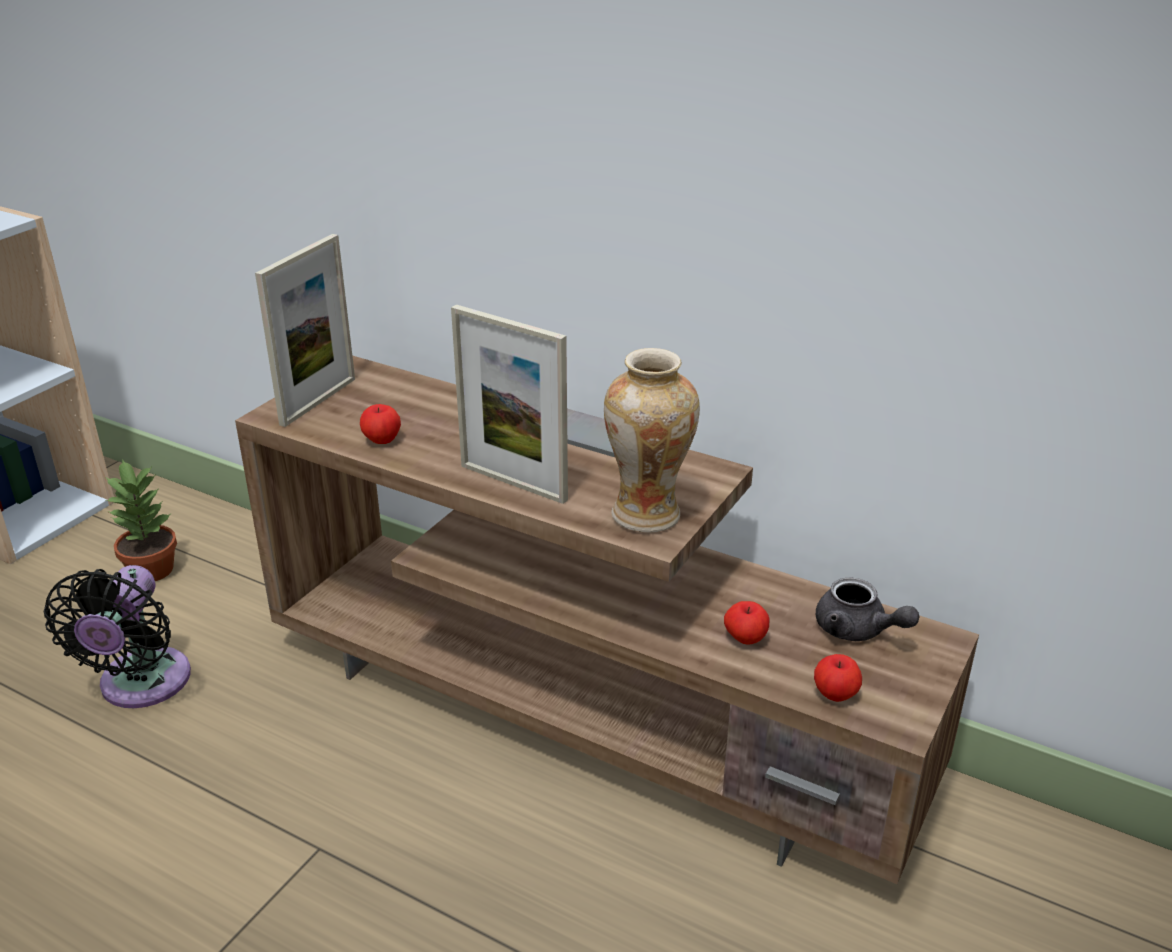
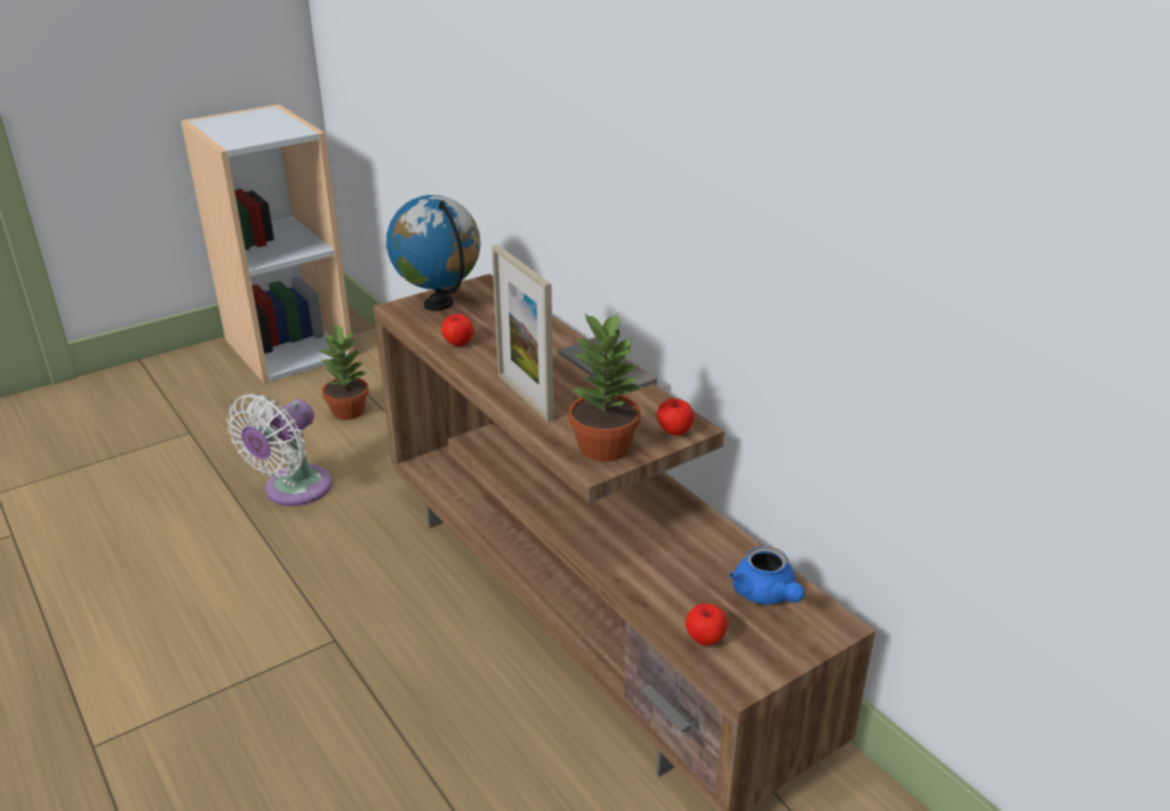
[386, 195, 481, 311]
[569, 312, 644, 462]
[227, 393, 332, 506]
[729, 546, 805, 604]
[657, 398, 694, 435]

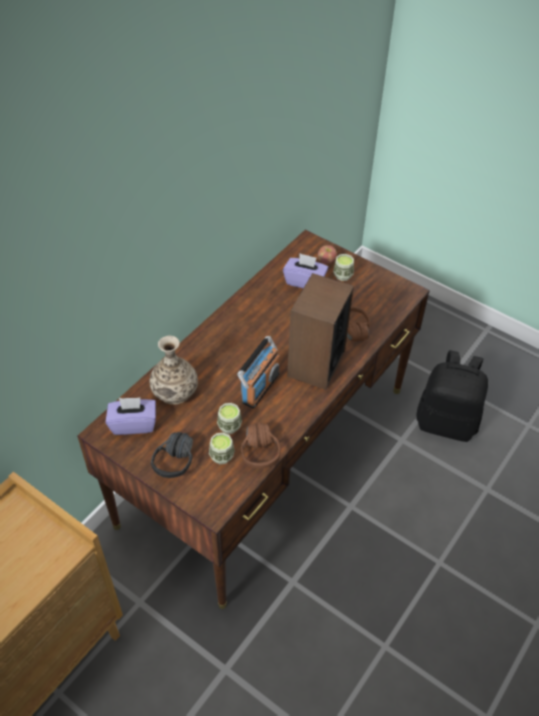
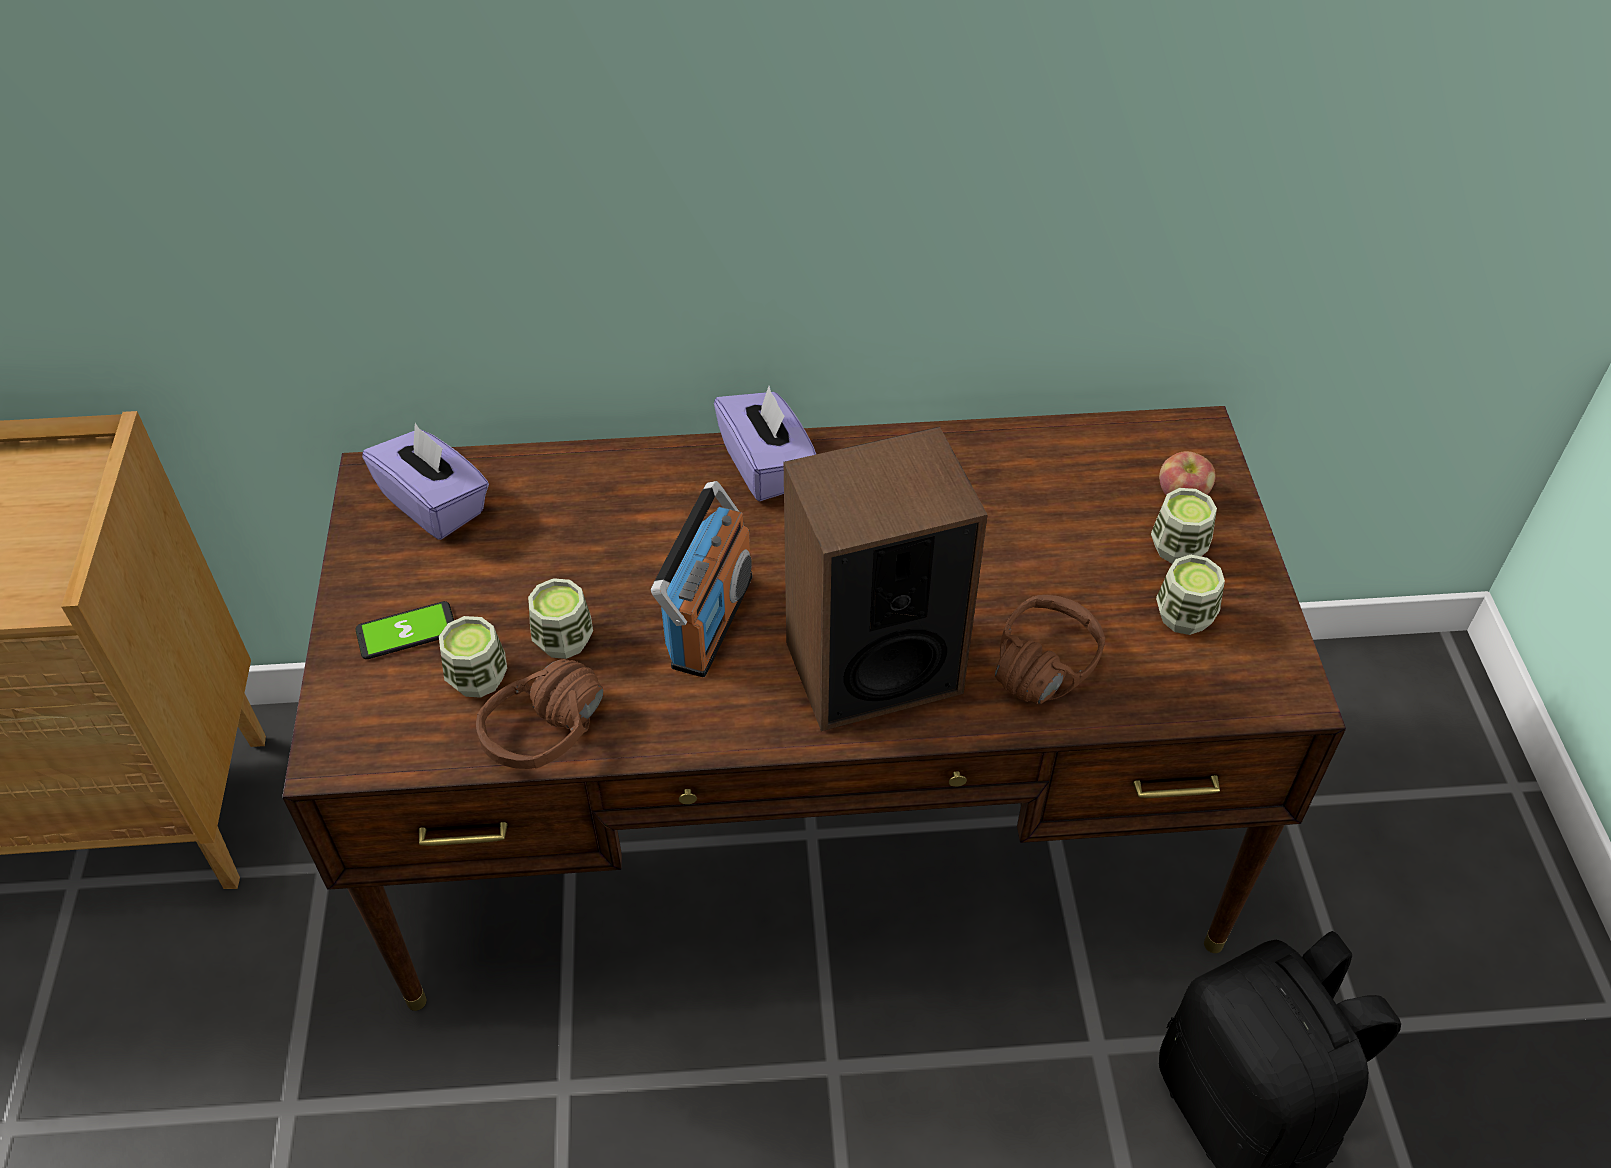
[714, 386, 816, 501]
[150, 336, 198, 405] (first image)
[651, 481, 752, 677]
[356, 601, 454, 659]
[1156, 555, 1225, 635]

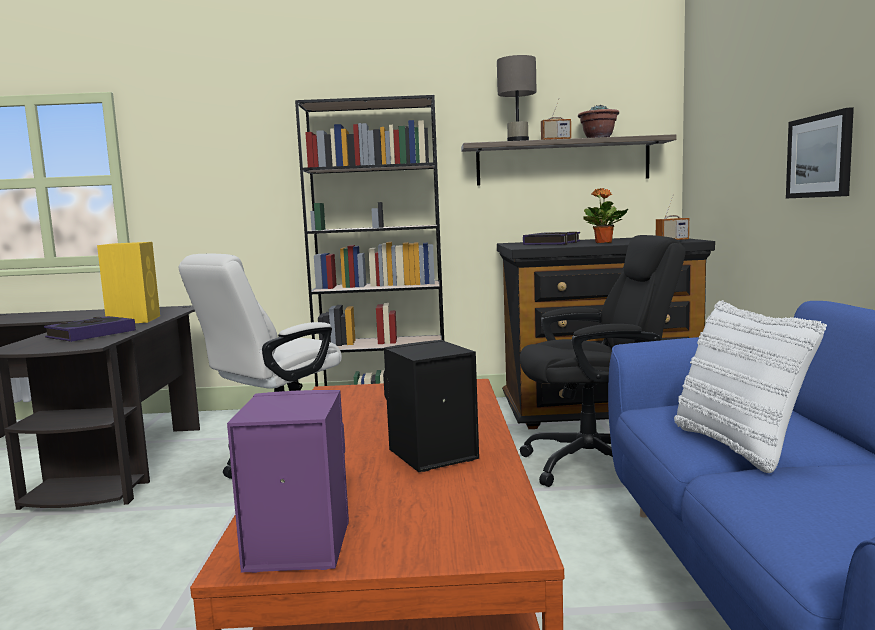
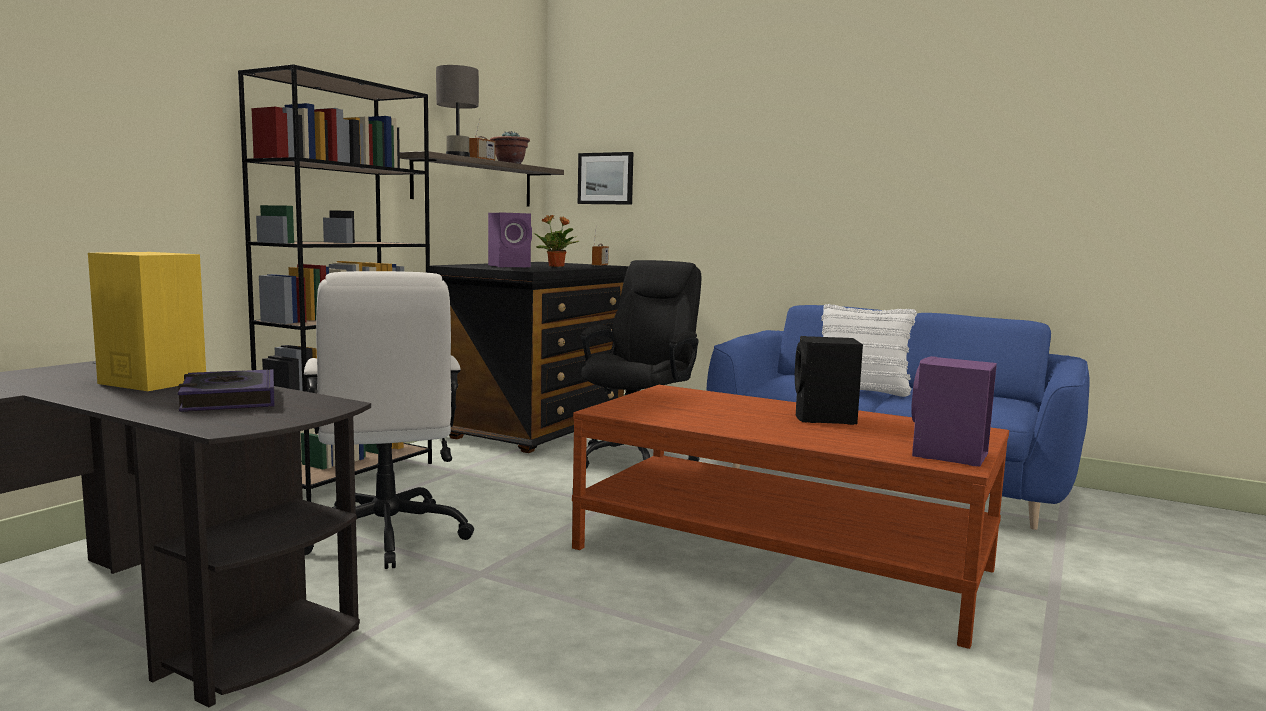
[578, 152, 633, 205]
[488, 212, 532, 267]

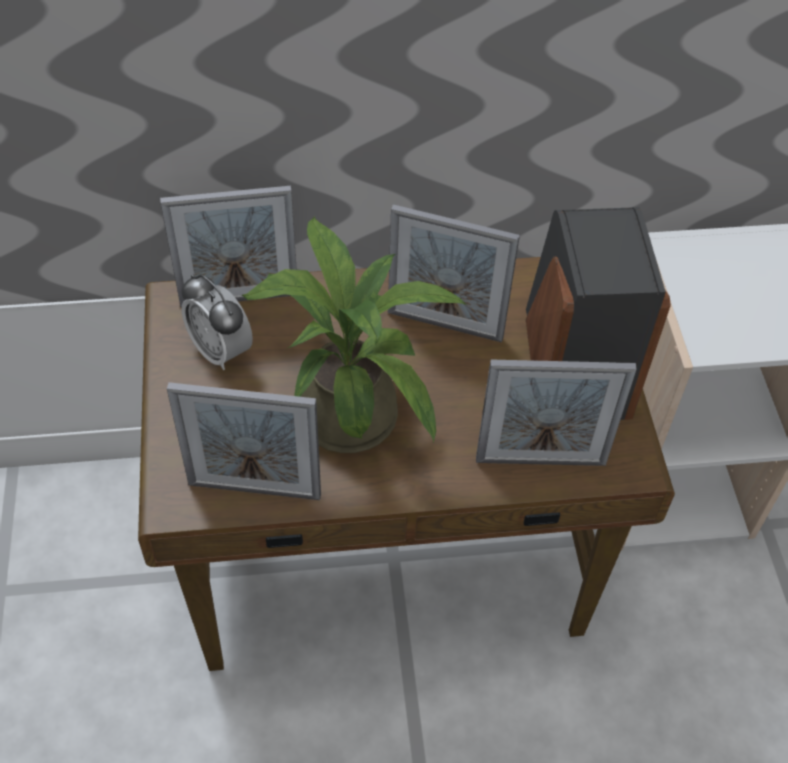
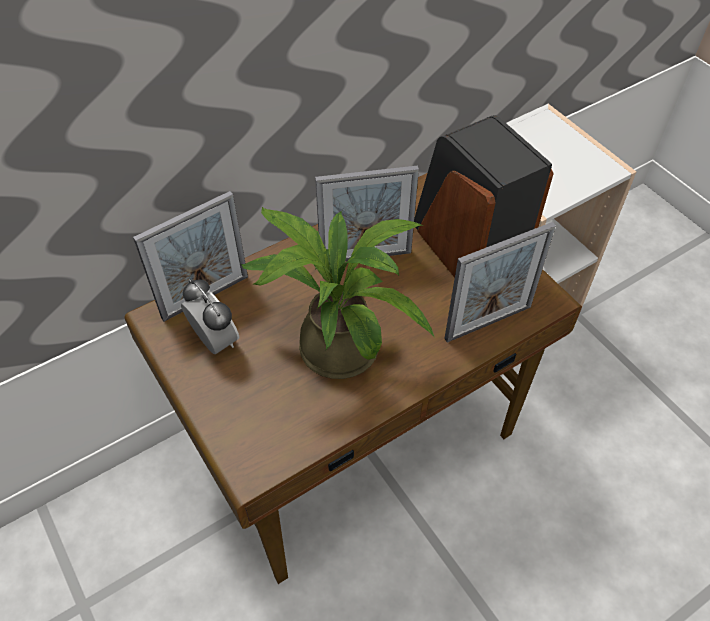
[181, 279, 239, 354]
[167, 382, 321, 500] (first image)

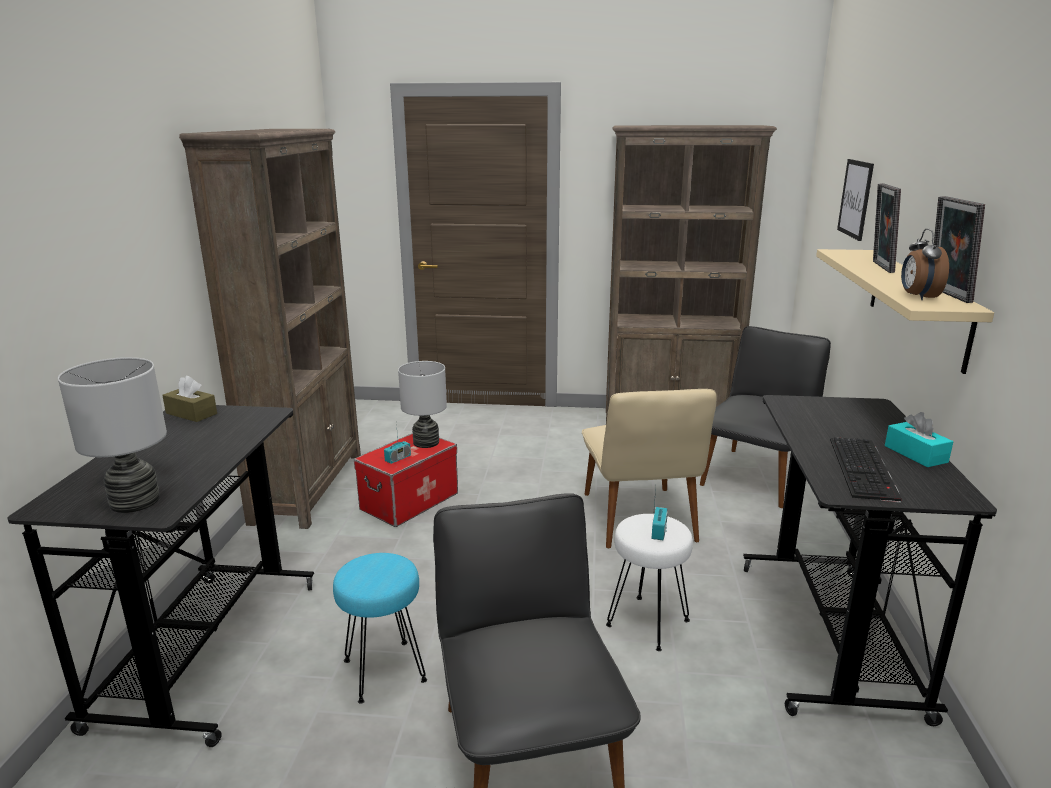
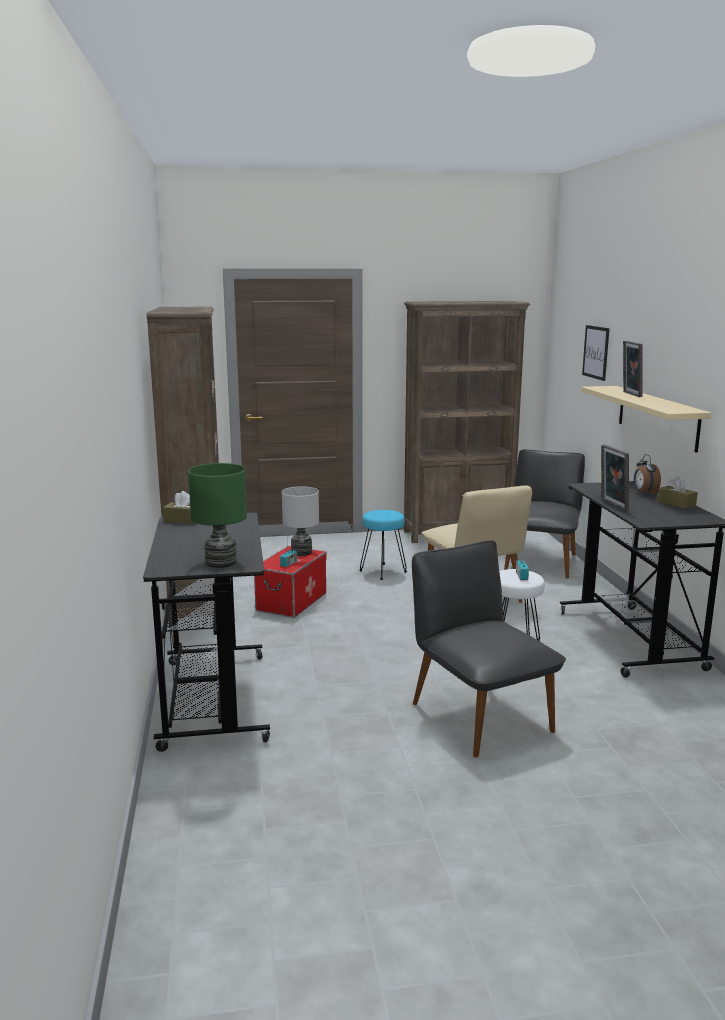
[601, 445, 629, 511]
[634, 454, 661, 495]
[188, 463, 247, 568]
[657, 477, 698, 509]
[830, 437, 902, 503] (first image)
[359, 510, 407, 580]

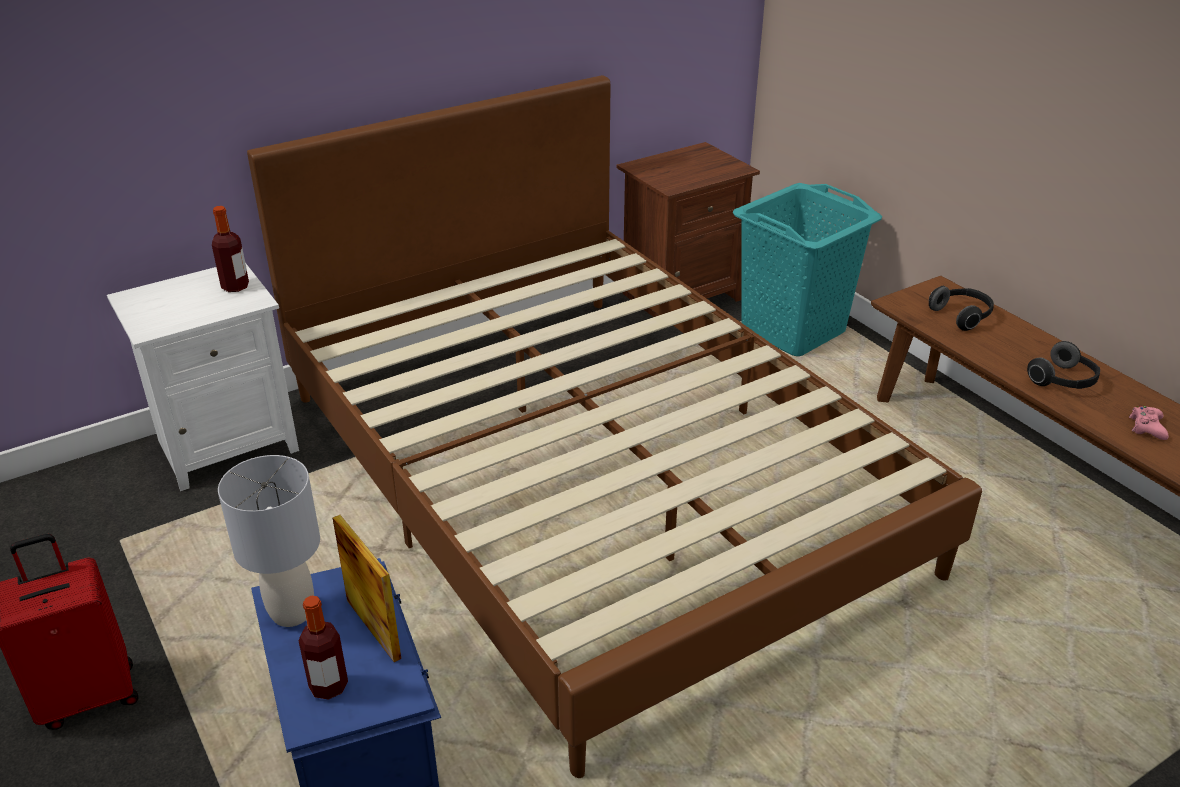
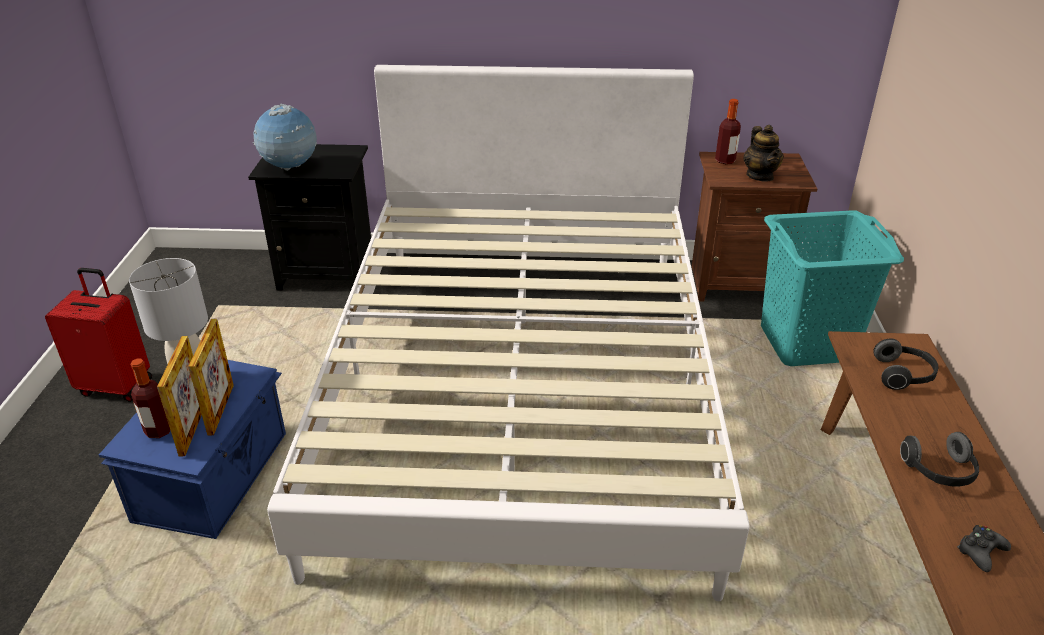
[267, 65, 750, 601]
[715, 99, 741, 164]
[248, 144, 371, 291]
[957, 525, 1011, 572]
[253, 104, 317, 171]
[743, 125, 784, 182]
[157, 336, 202, 456]

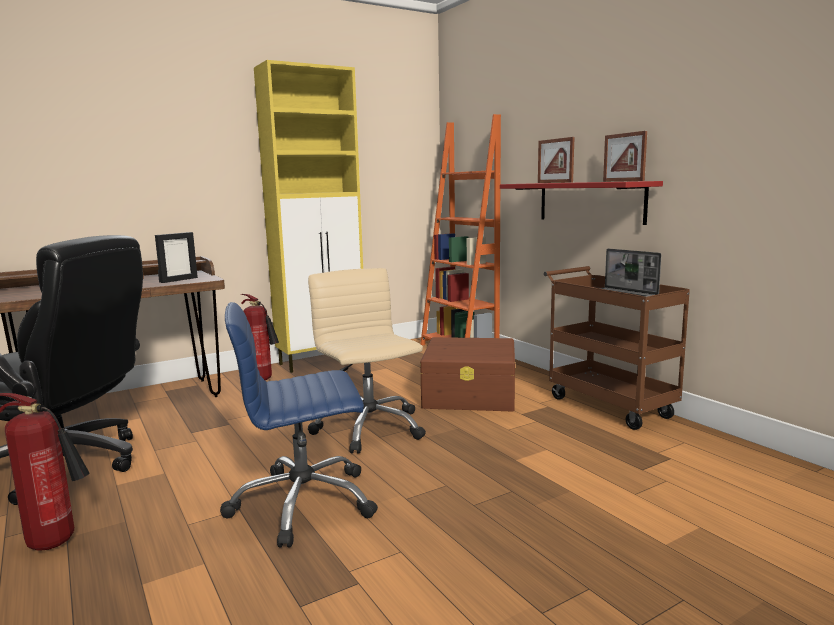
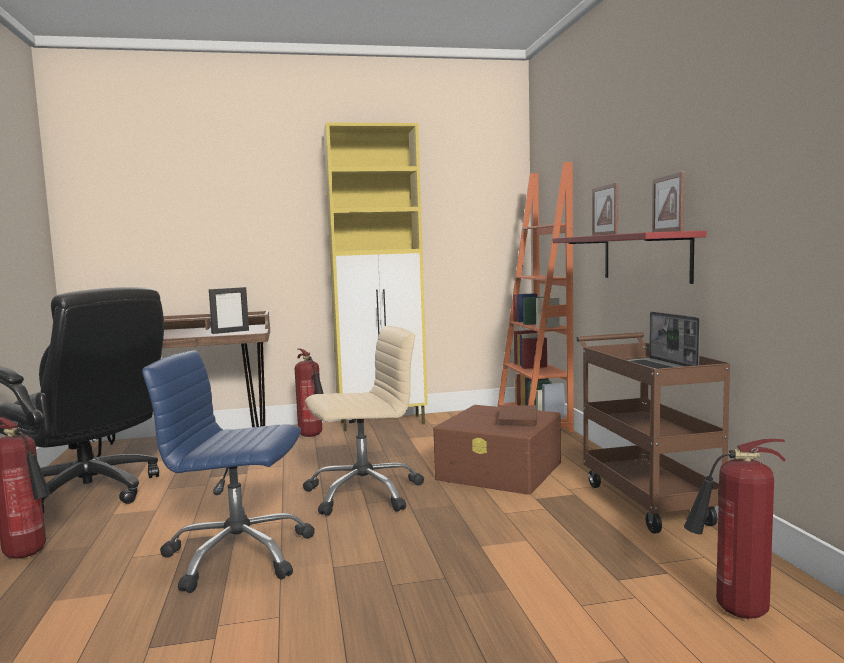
[303, 326, 424, 516]
[499, 405, 537, 428]
[684, 439, 786, 619]

